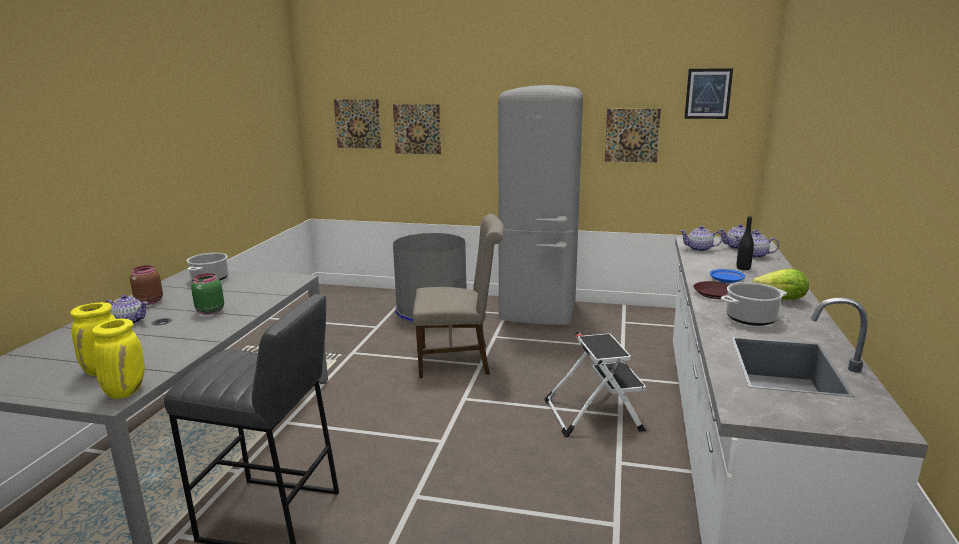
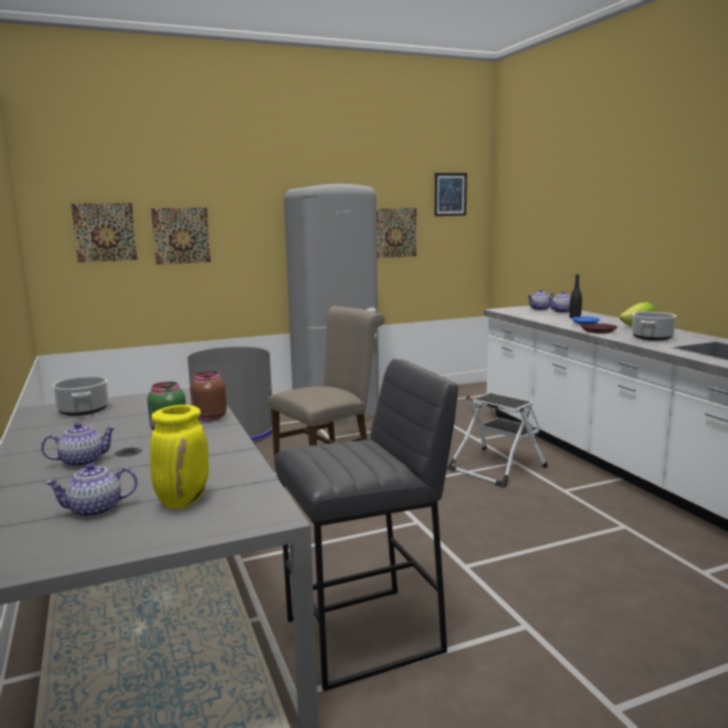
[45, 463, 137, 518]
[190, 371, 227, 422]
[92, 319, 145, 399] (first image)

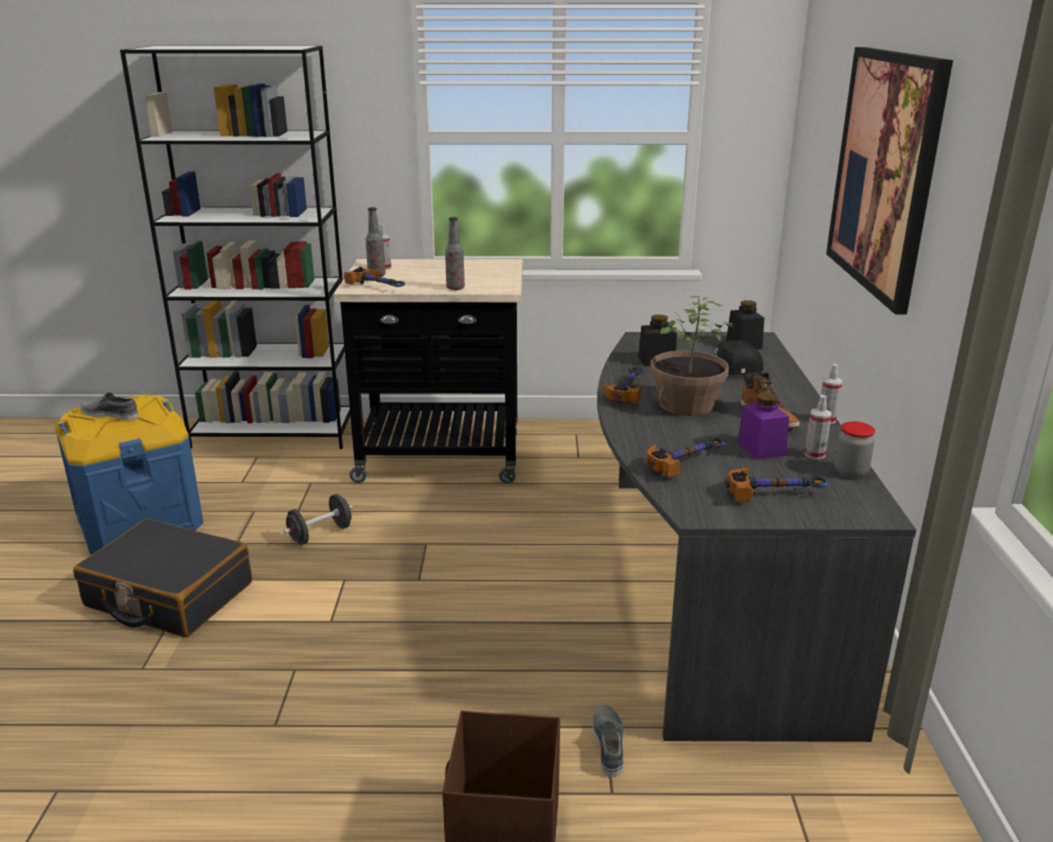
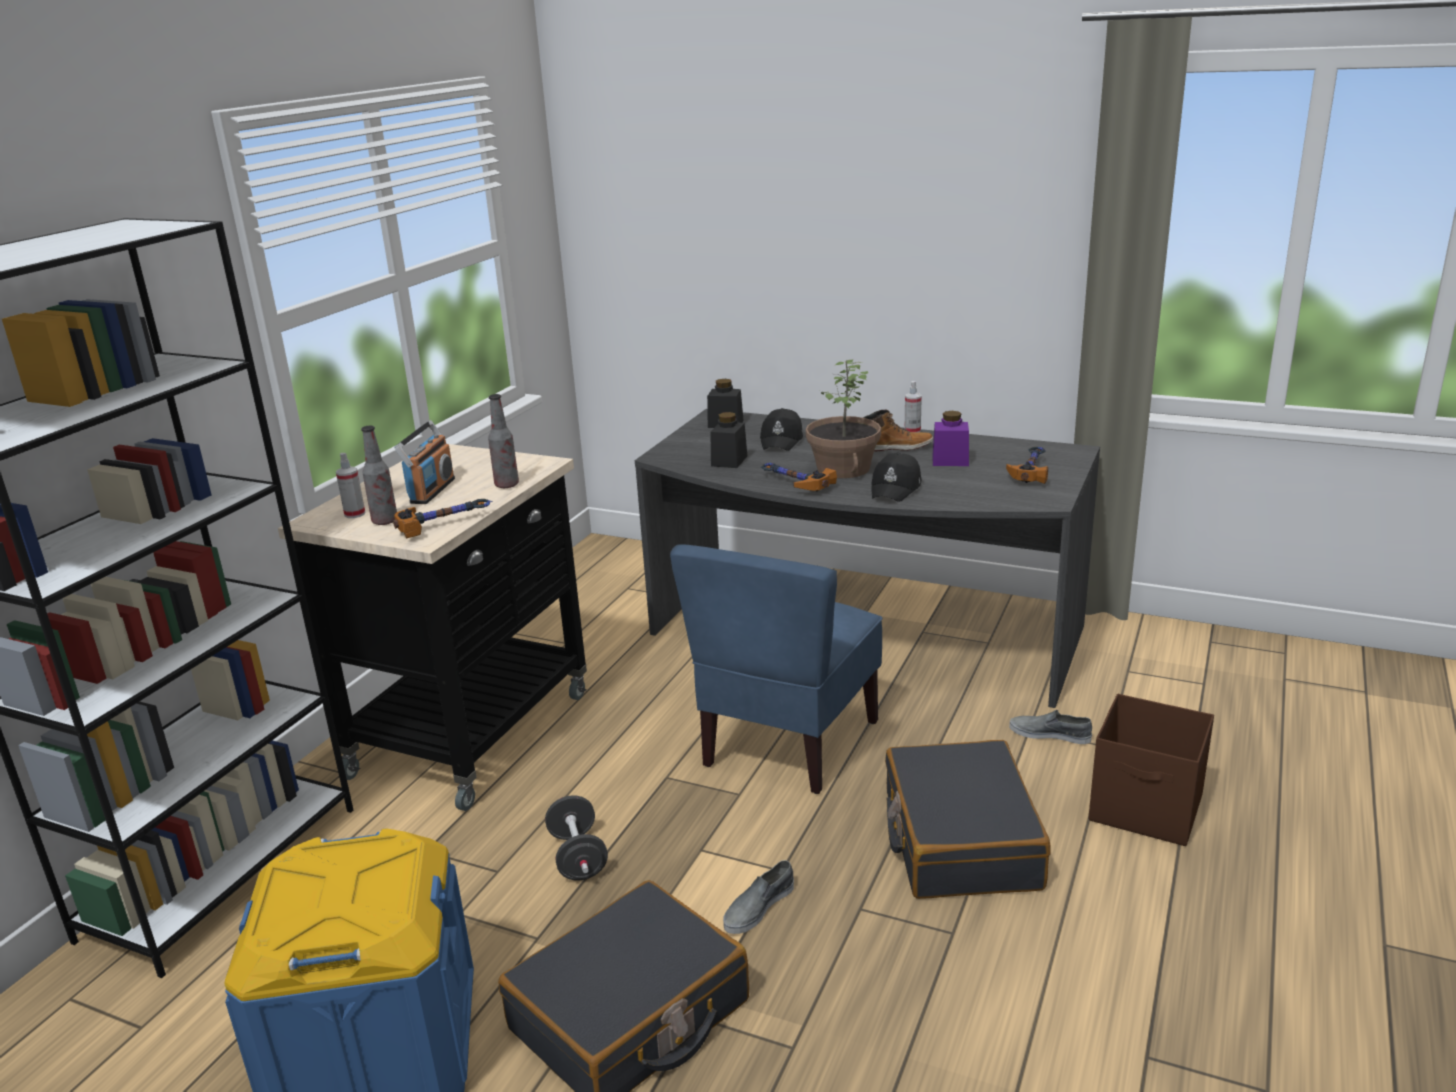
[826, 47, 953, 314] (first image)
[723, 860, 794, 934]
[805, 395, 832, 460] (first image)
[834, 421, 875, 478] (first image)
[646, 437, 726, 478] (first image)
[394, 420, 455, 504]
[871, 452, 921, 502]
[670, 544, 882, 794]
[885, 740, 1051, 899]

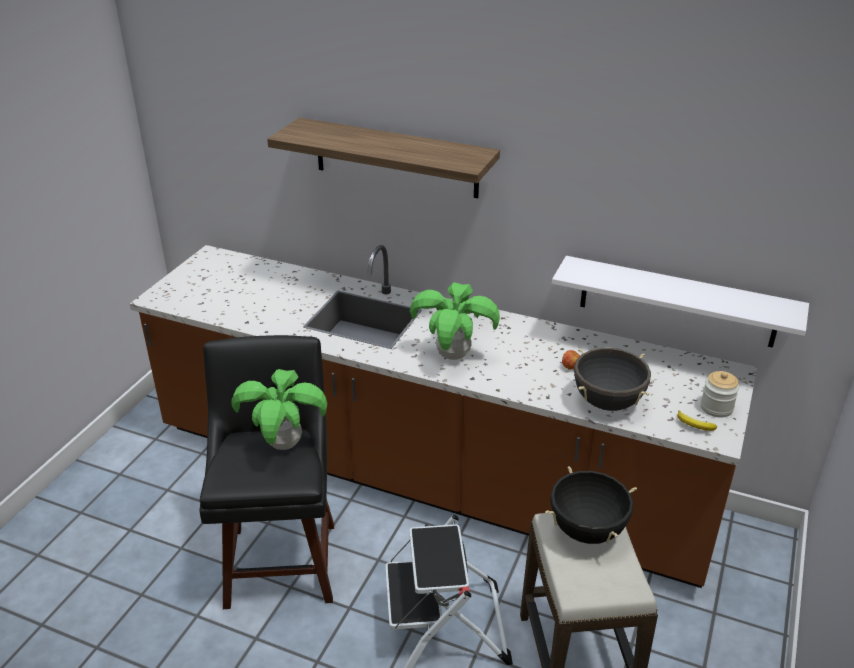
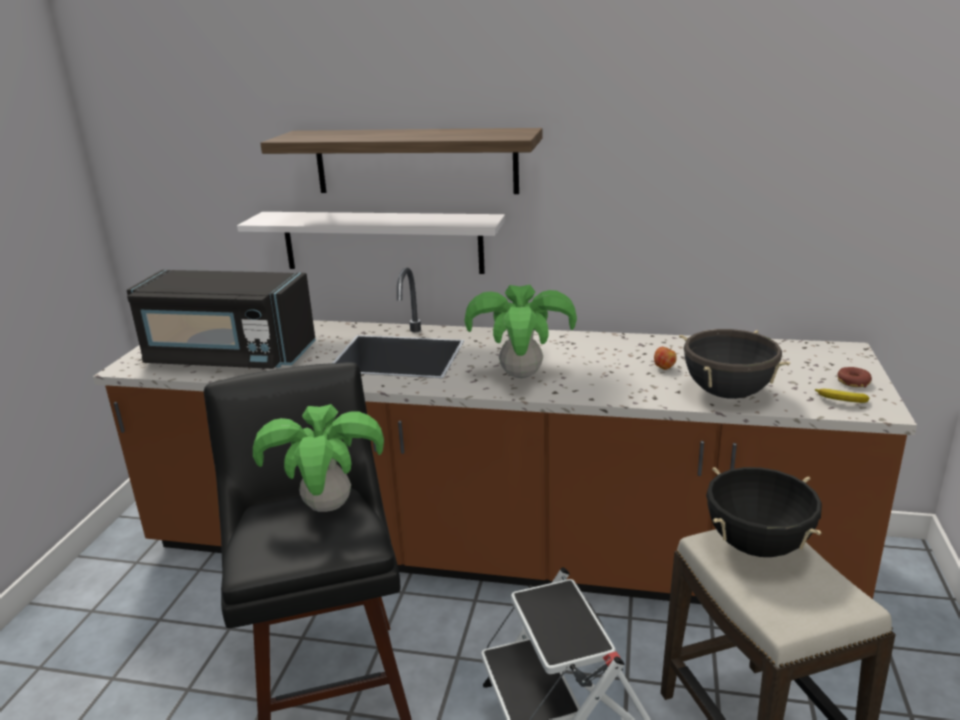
[237, 212, 505, 274]
[838, 367, 872, 387]
[127, 270, 316, 369]

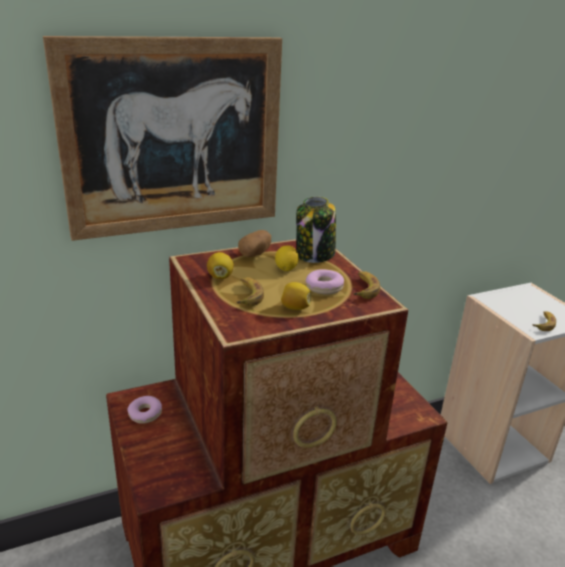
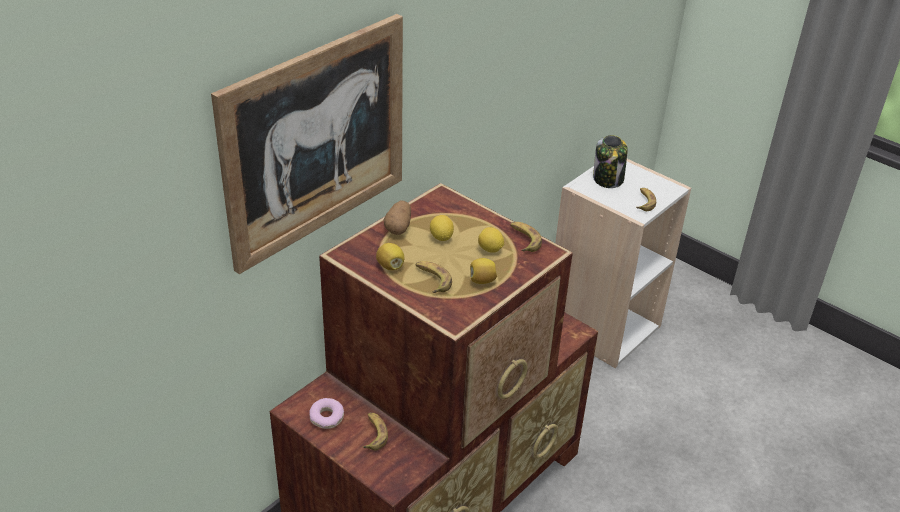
[593, 135, 628, 188]
[478, 227, 504, 253]
[362, 413, 388, 450]

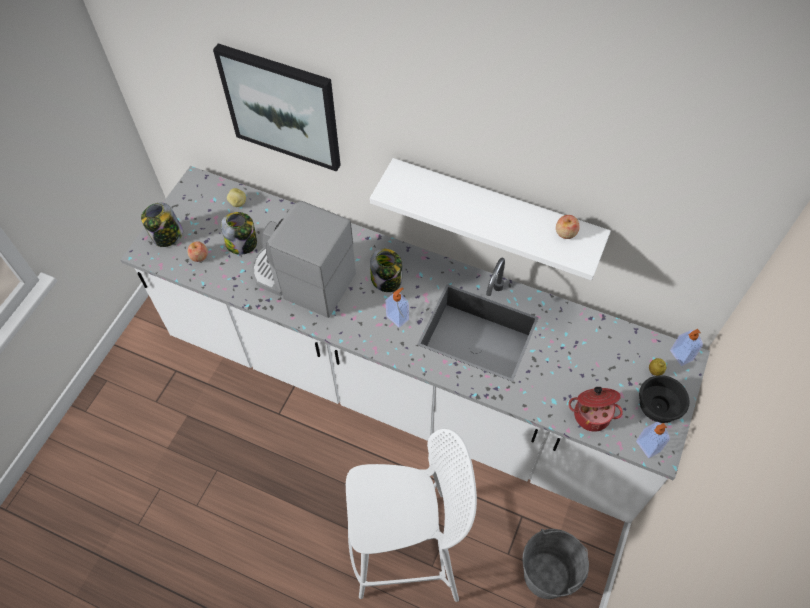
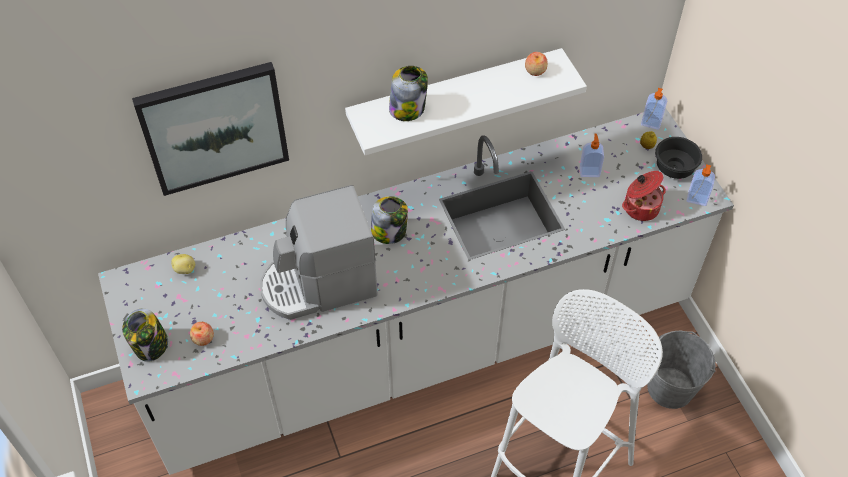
[389, 66, 428, 121]
[580, 134, 604, 177]

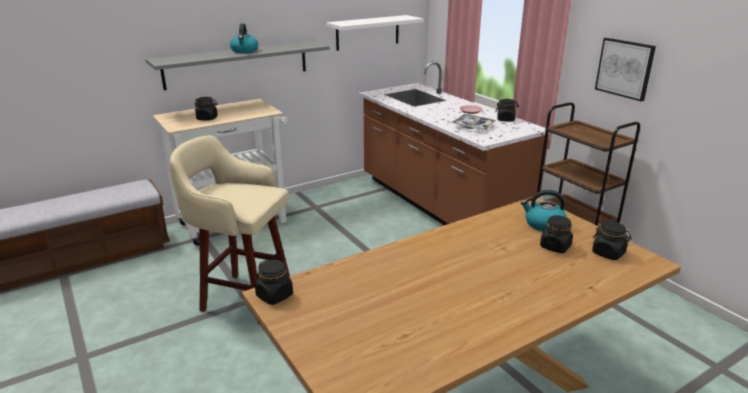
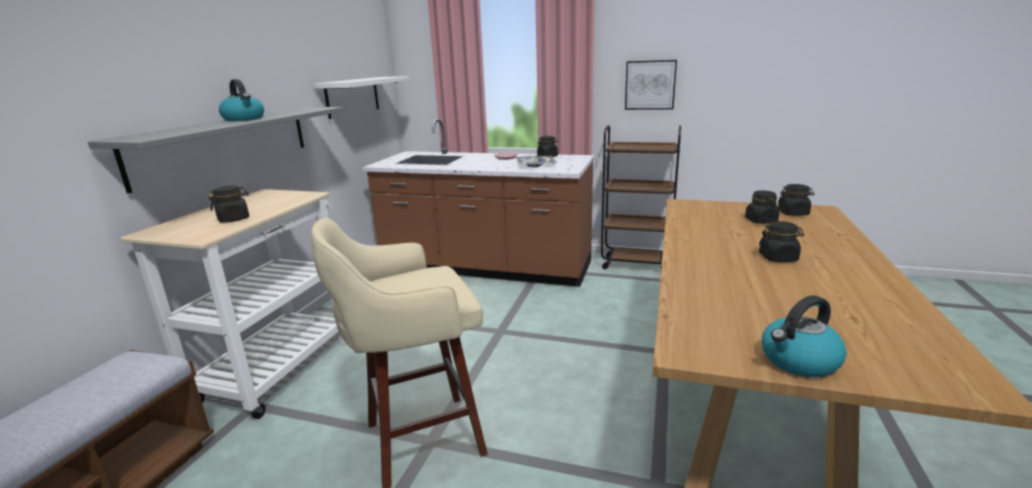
[762, 295, 847, 378]
[759, 221, 804, 262]

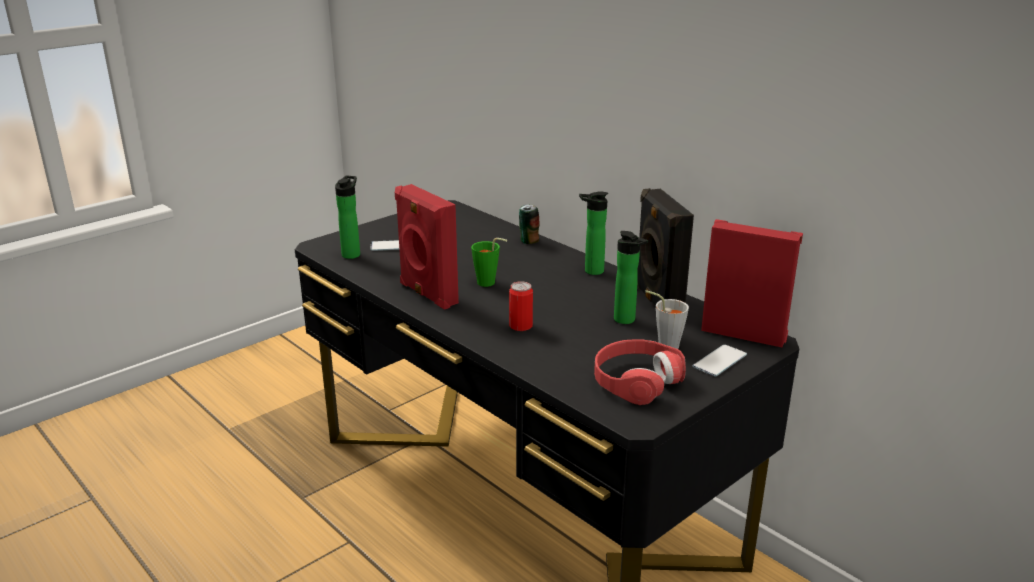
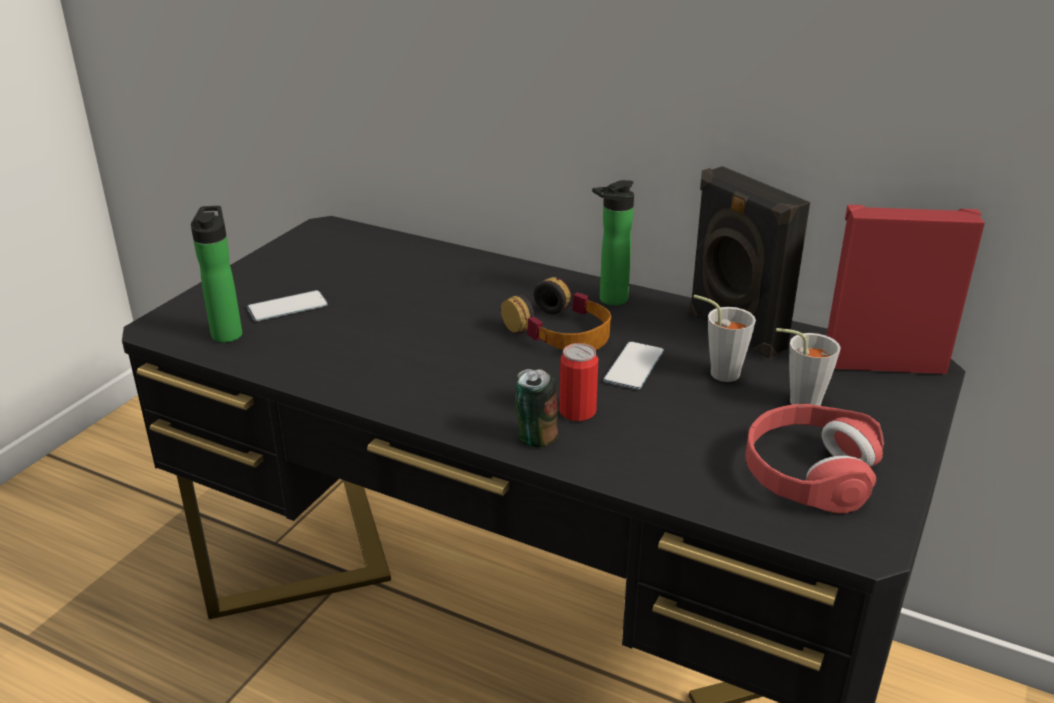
[395, 184, 459, 310] (first image)
[515, 369, 558, 447]
[693, 295, 756, 382]
[471, 238, 507, 287] (first image)
[603, 342, 664, 390]
[501, 277, 611, 350]

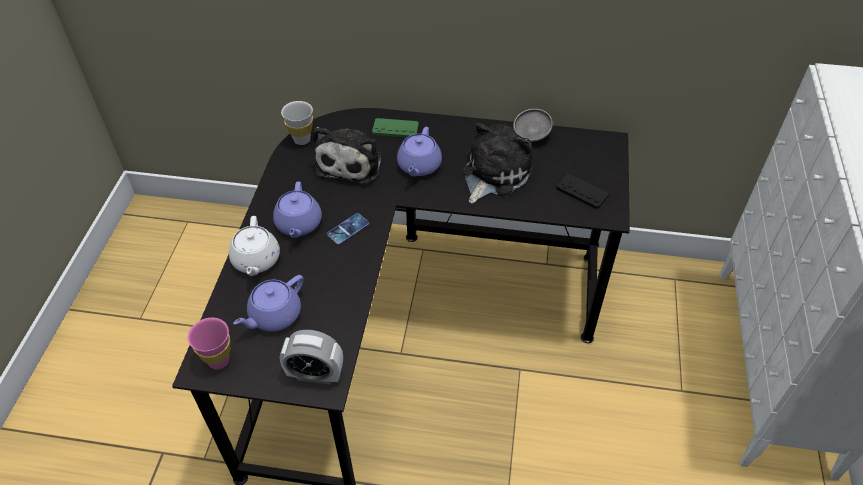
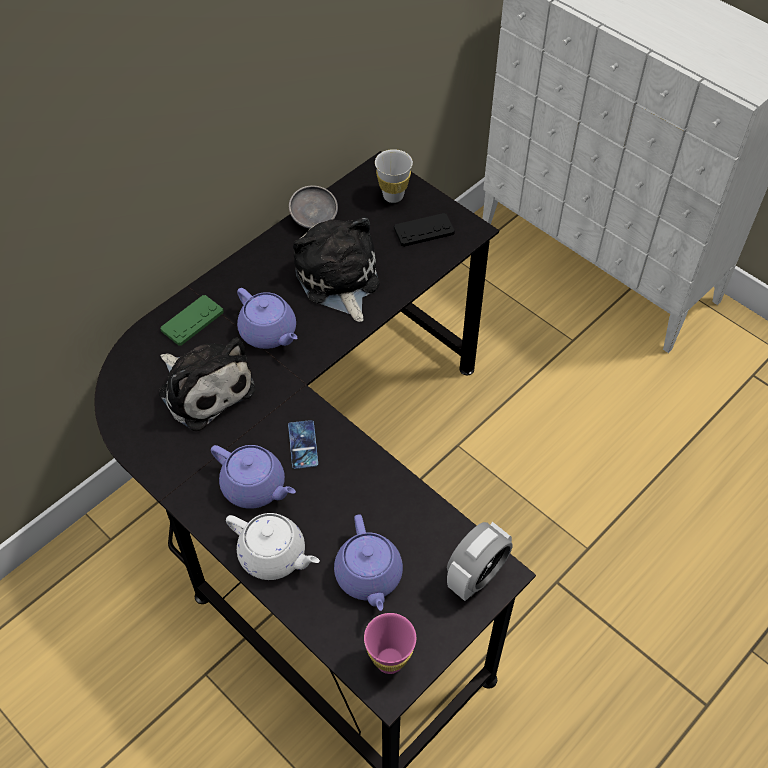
[375, 149, 413, 203]

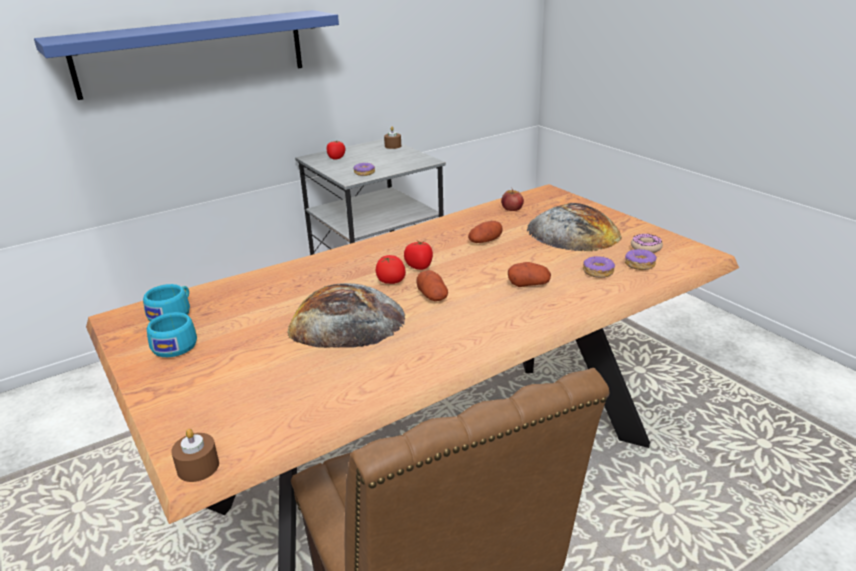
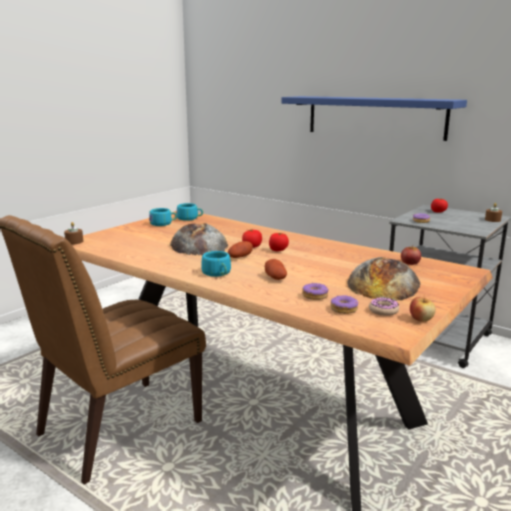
[468, 221, 502, 243] (first image)
[201, 251, 231, 277]
[410, 297, 436, 322]

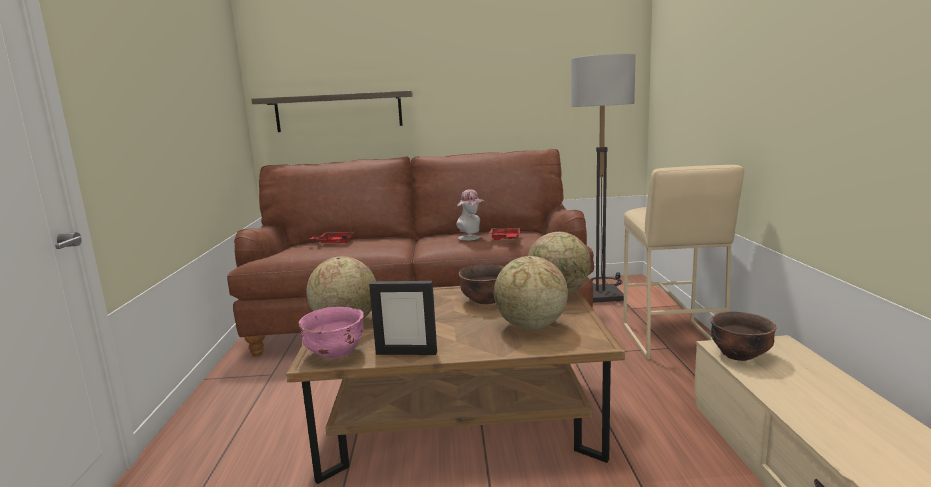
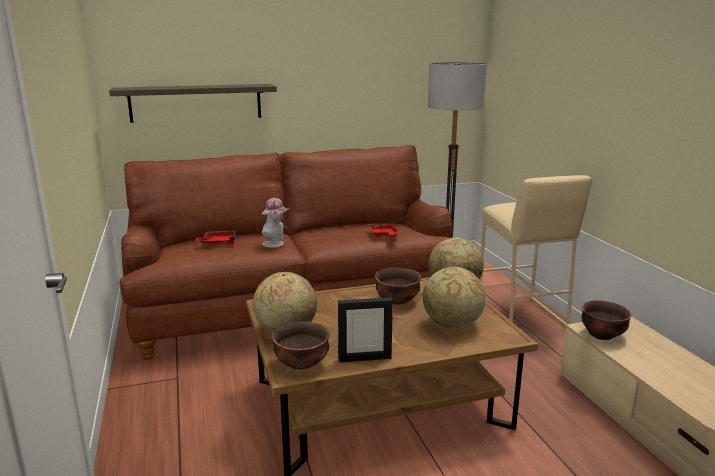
[262, 198, 289, 248]
[272, 321, 330, 370]

